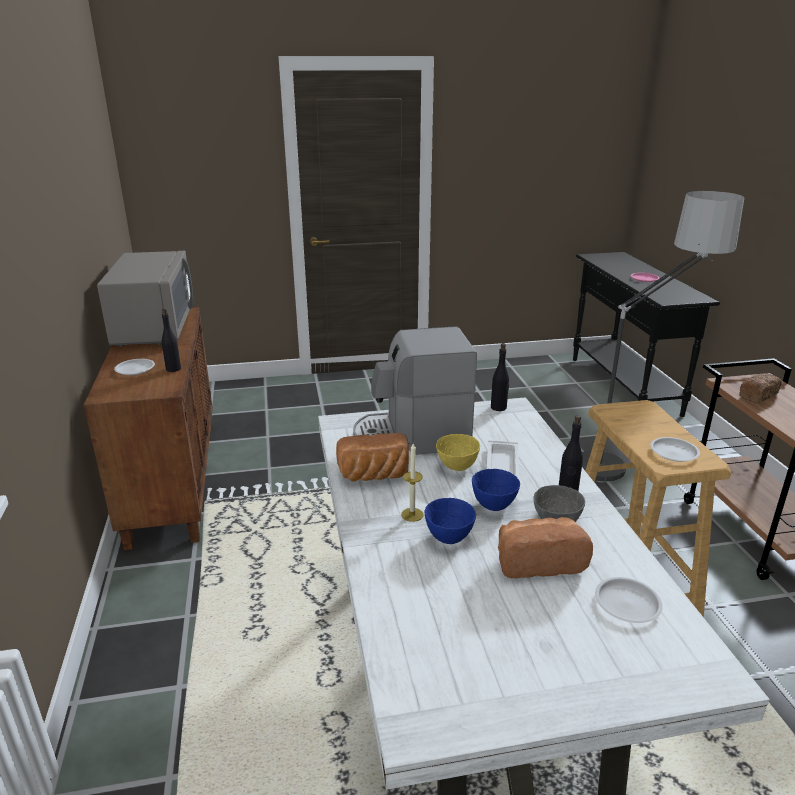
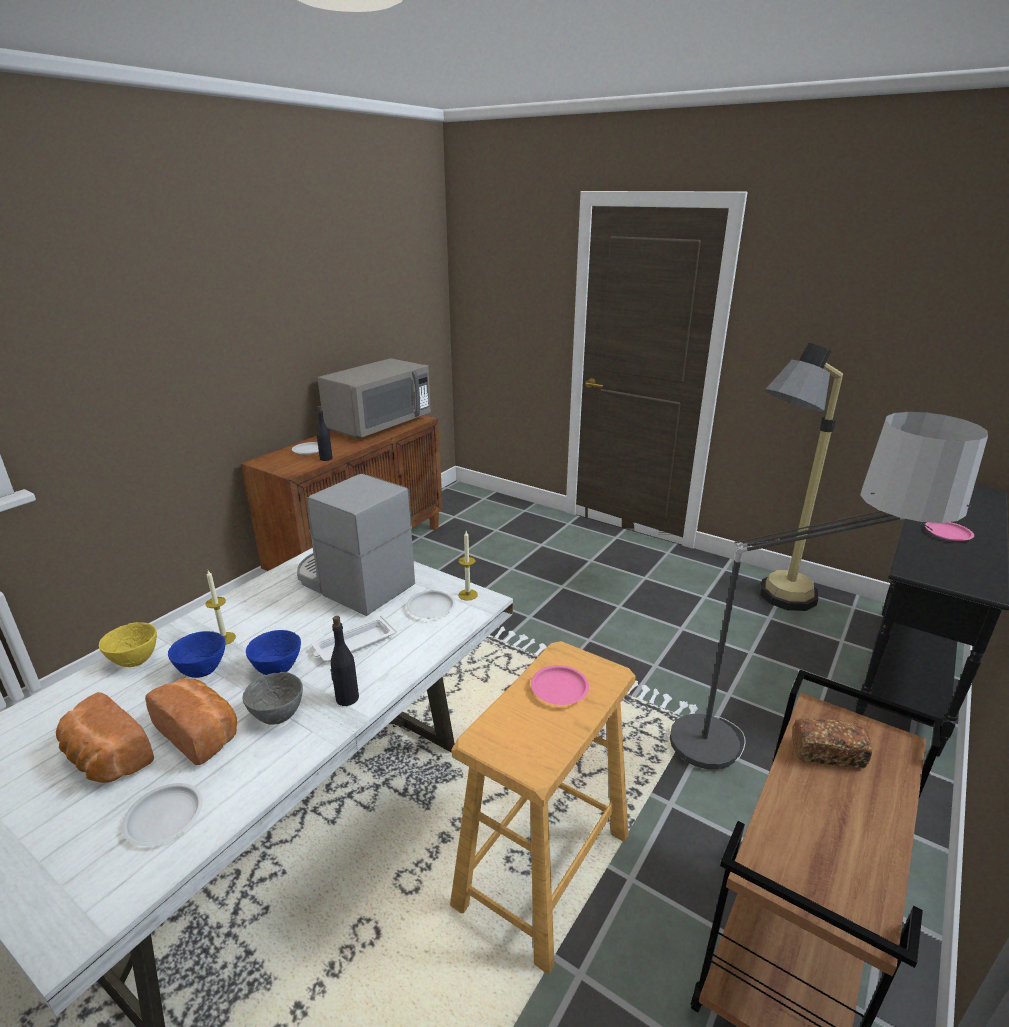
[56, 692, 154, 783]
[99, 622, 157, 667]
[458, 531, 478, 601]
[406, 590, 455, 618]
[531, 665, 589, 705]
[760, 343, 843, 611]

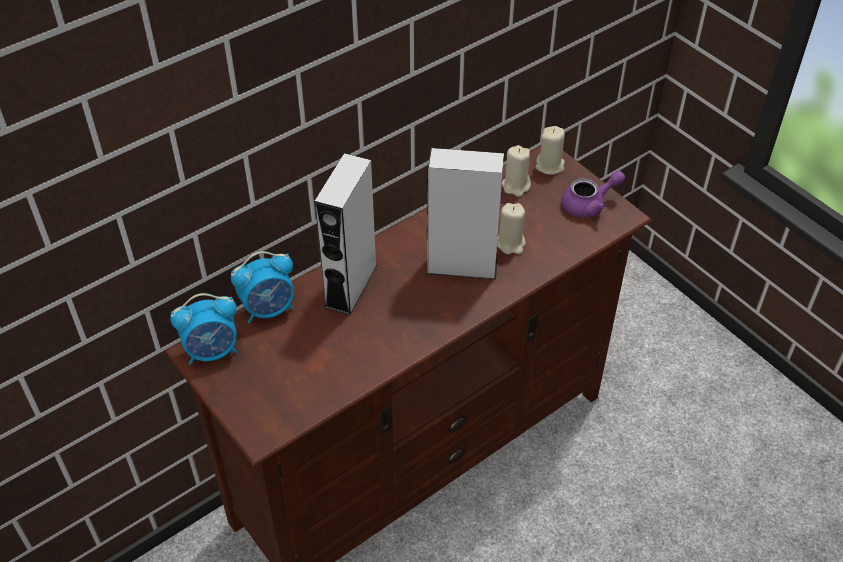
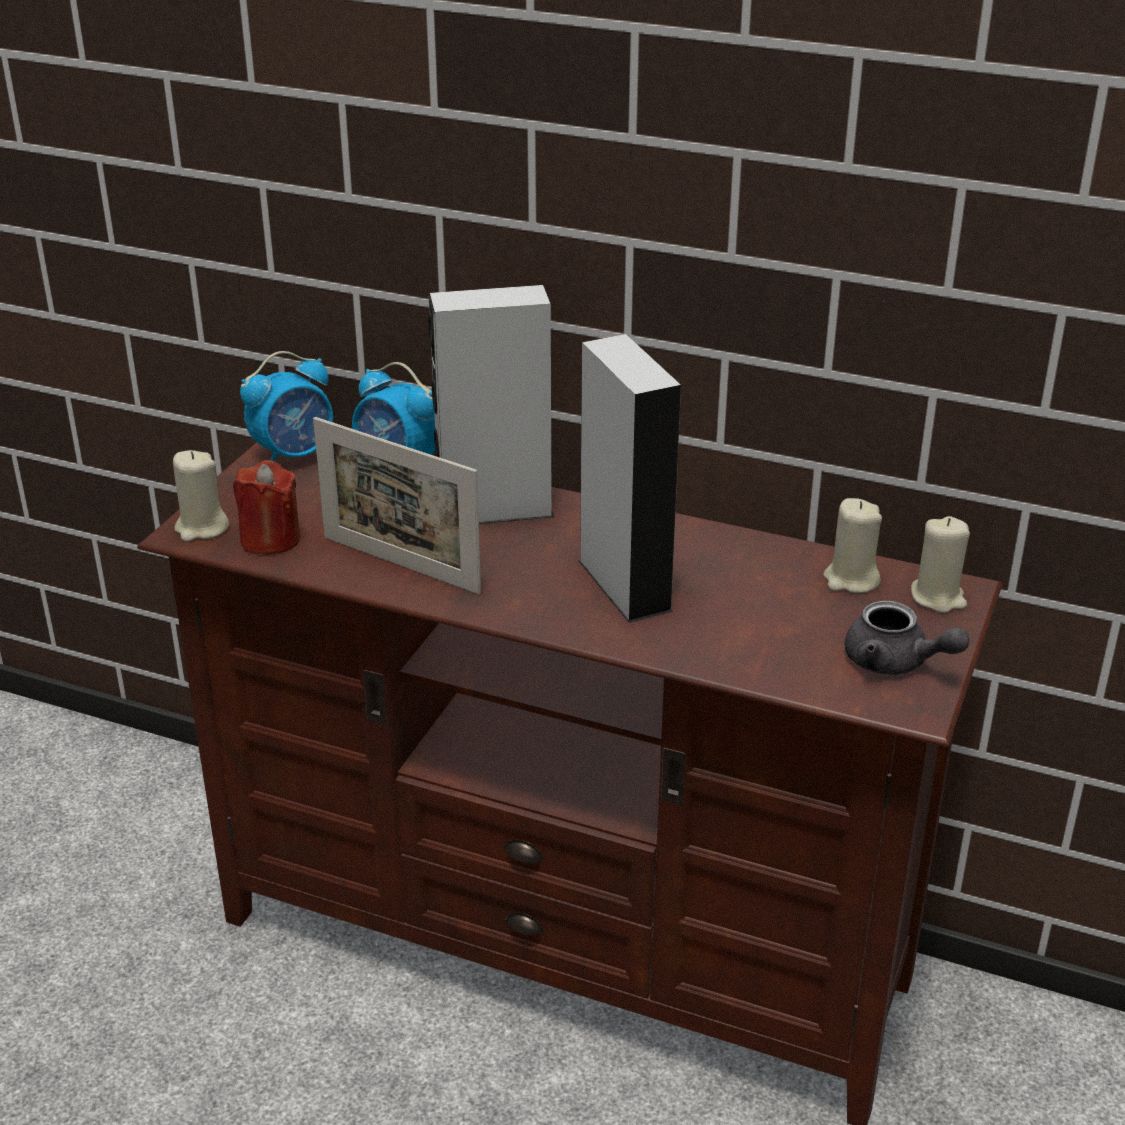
[240, 351, 333, 461]
[173, 450, 229, 542]
[844, 601, 970, 675]
[233, 460, 300, 555]
[313, 417, 481, 594]

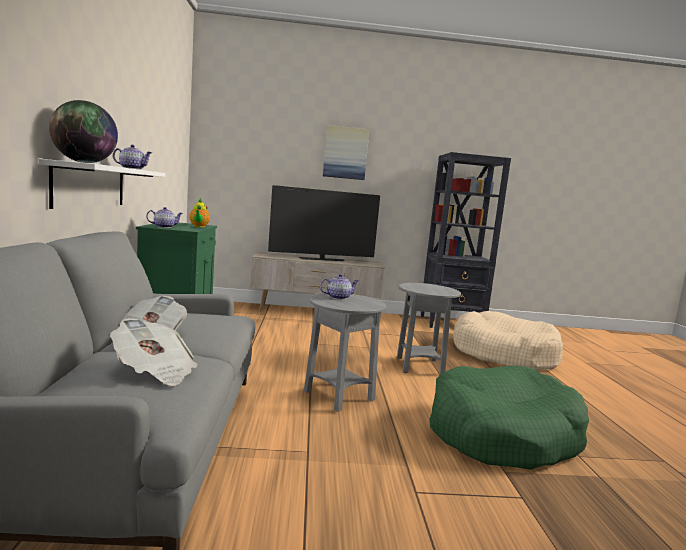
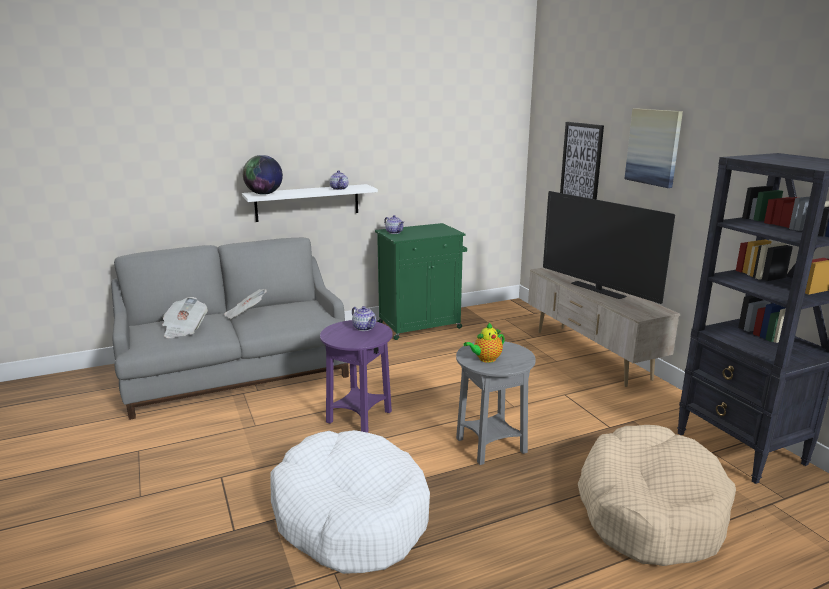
[464, 322, 505, 363]
[320, 320, 393, 433]
[270, 430, 430, 574]
[560, 122, 604, 200]

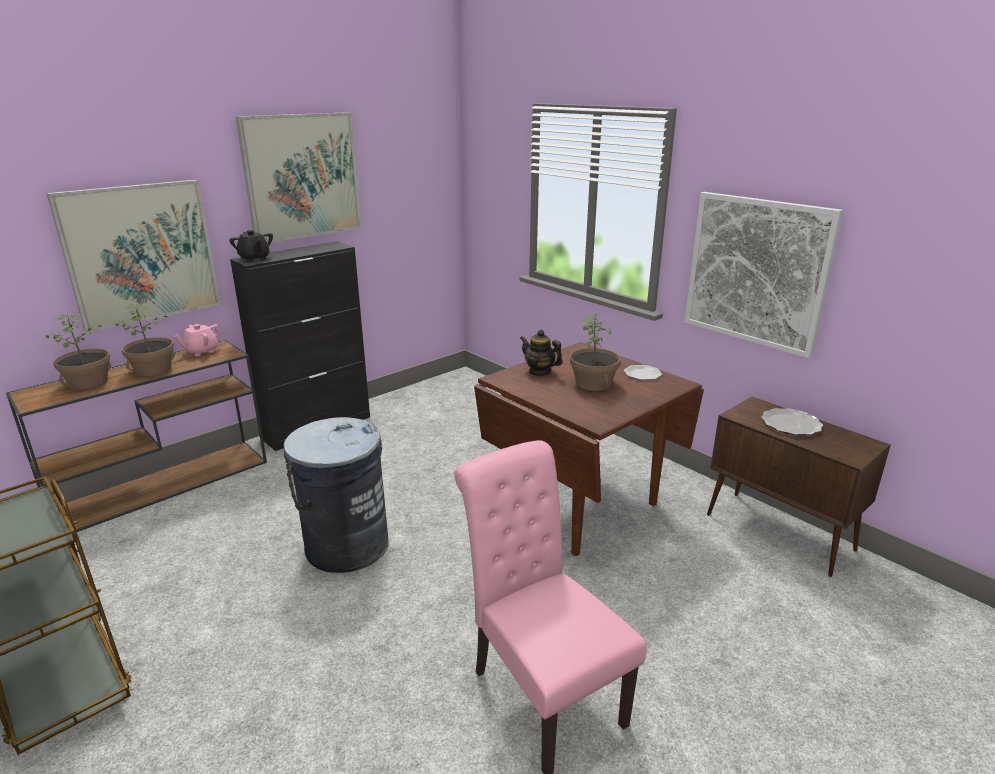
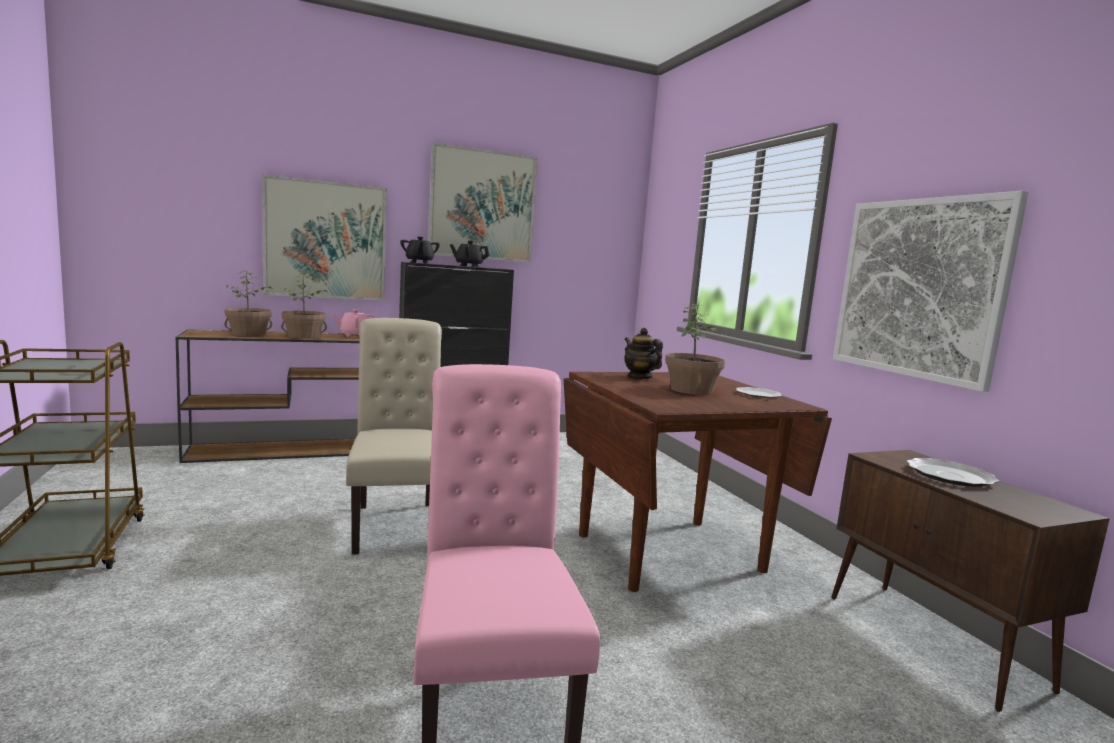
[346, 318, 442, 555]
[450, 241, 490, 267]

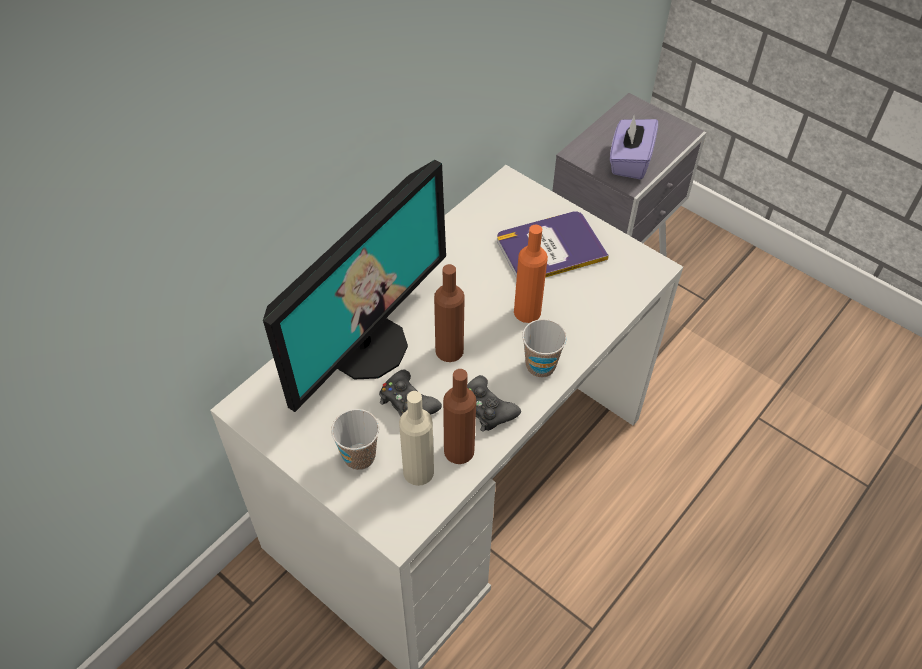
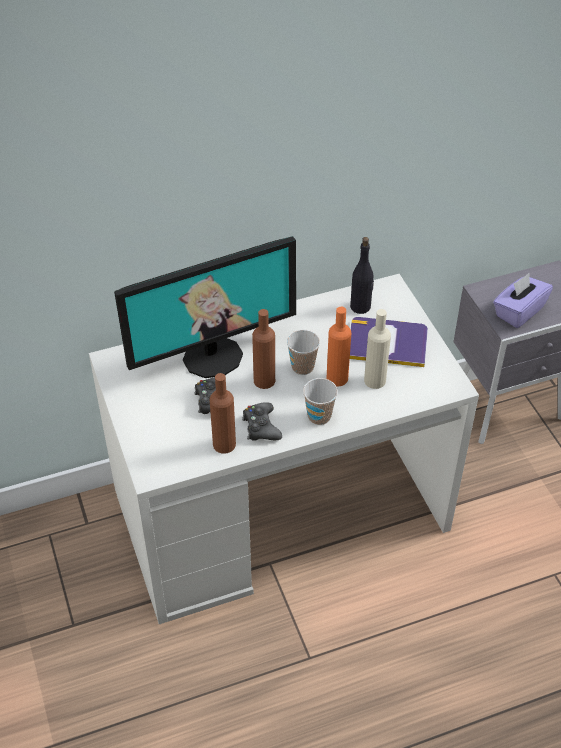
[287, 330, 320, 375]
[364, 309, 391, 389]
[350, 237, 374, 314]

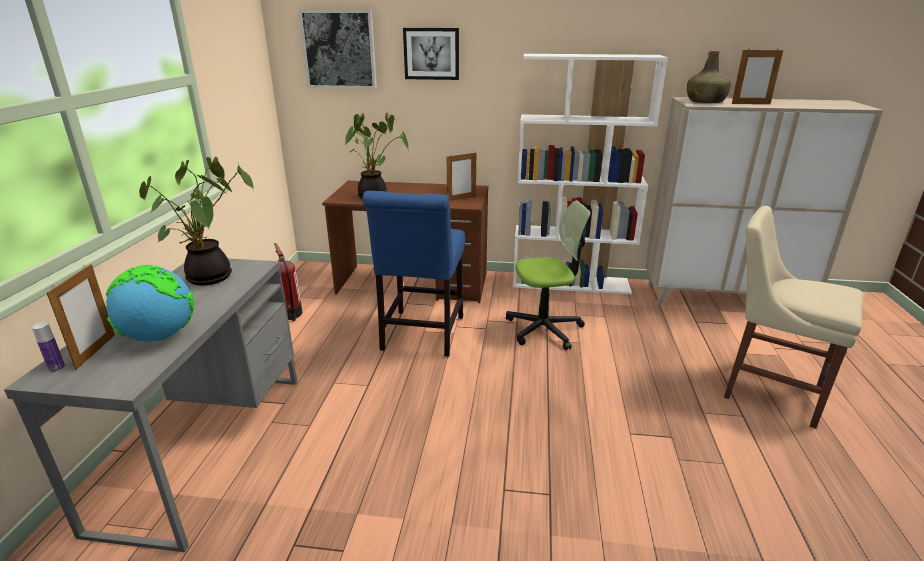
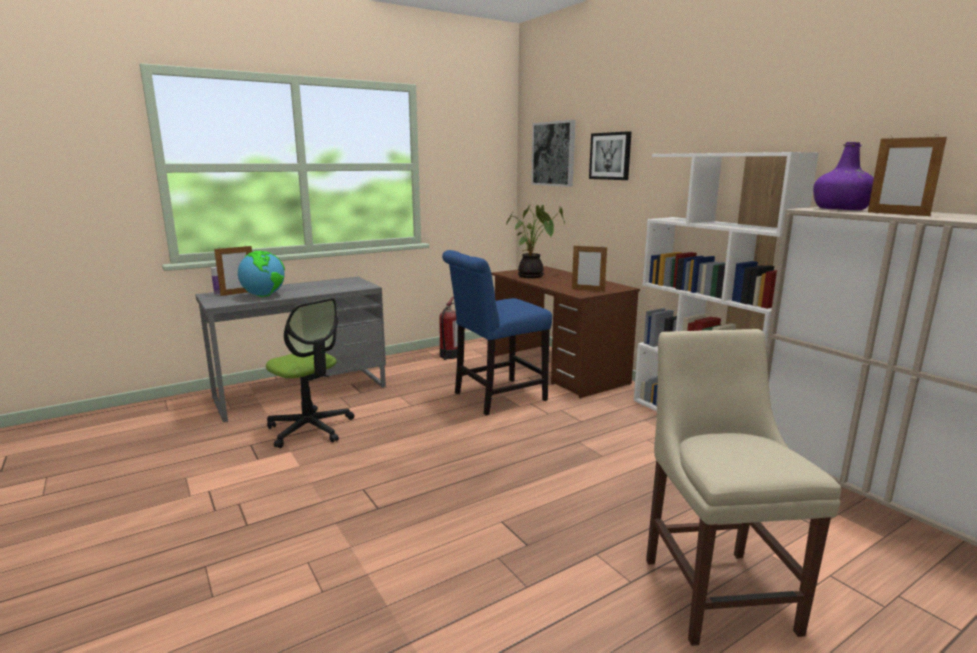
[139, 157, 254, 286] (first image)
[266, 298, 354, 448]
[813, 142, 874, 210]

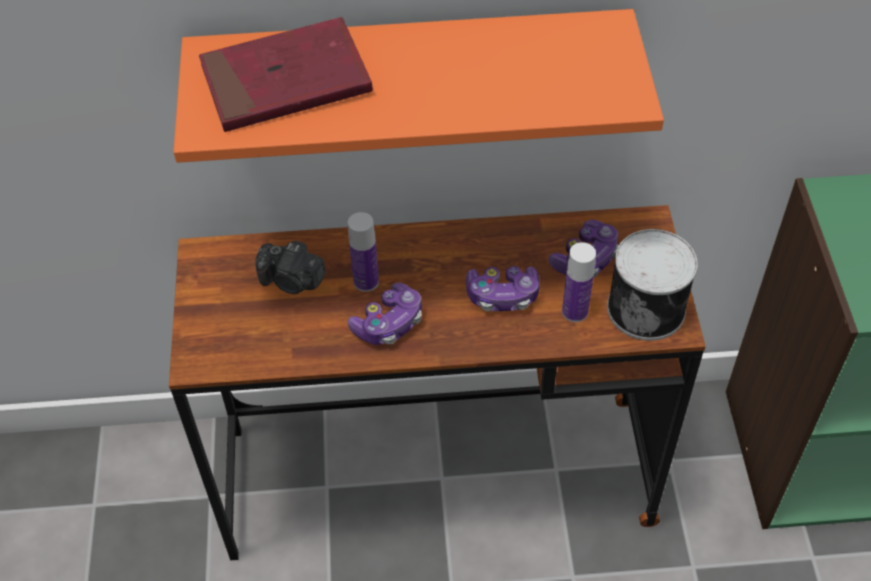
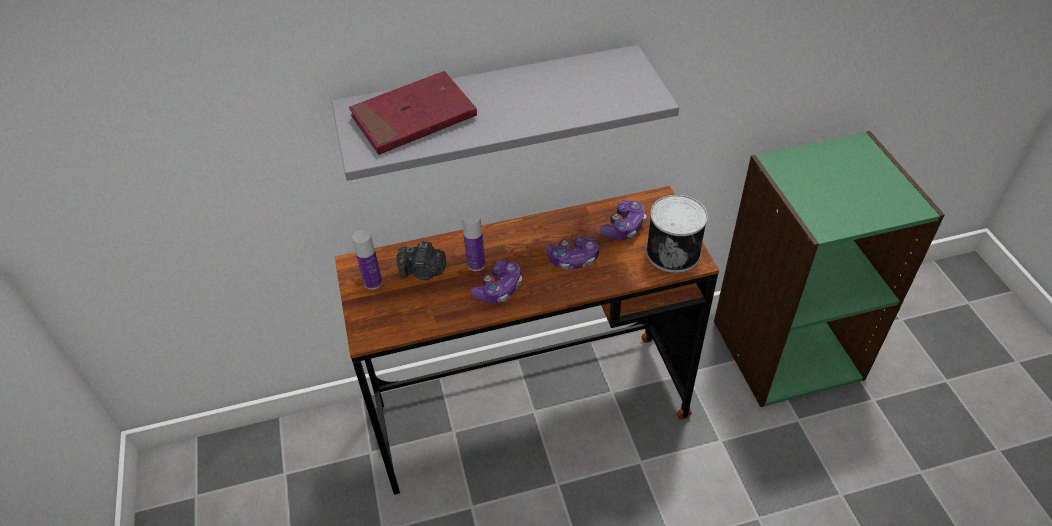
[331, 45, 679, 181]
[352, 230, 382, 290]

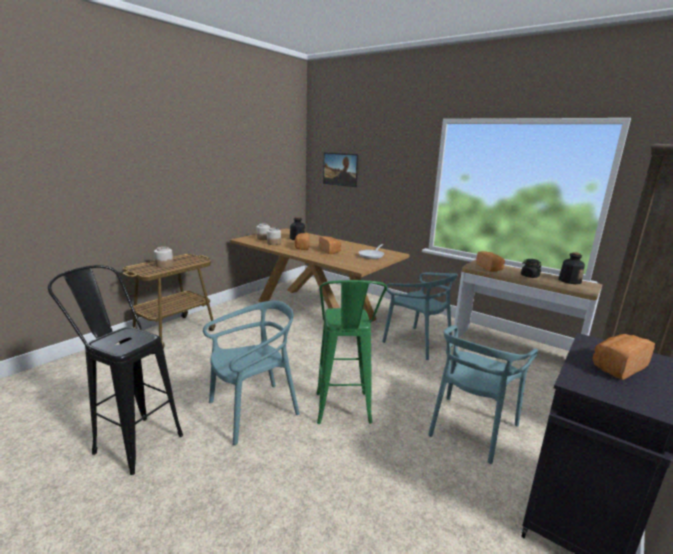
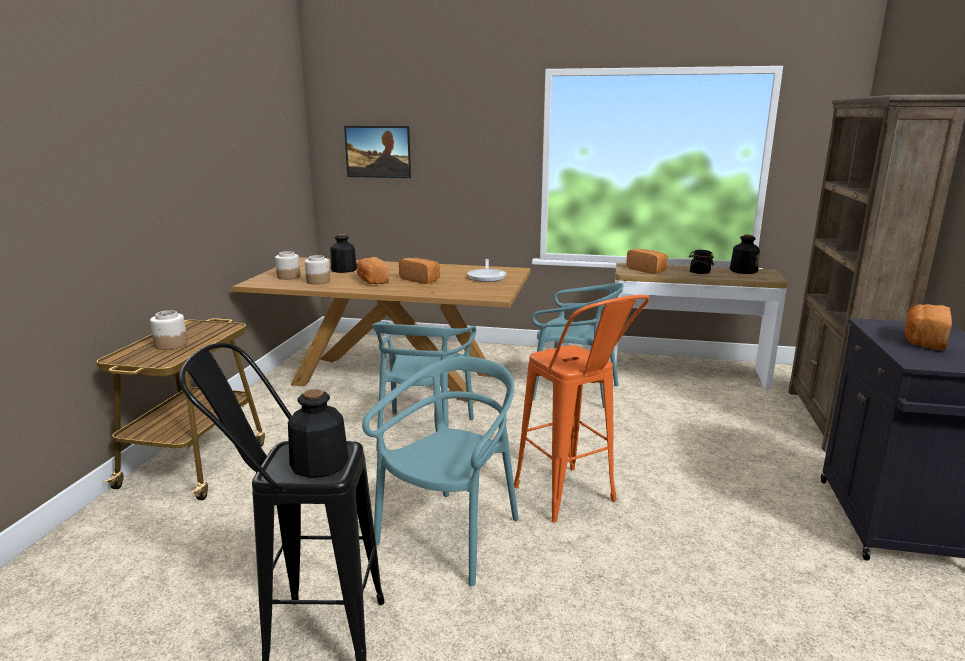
[514, 295, 649, 523]
[372, 321, 476, 451]
[288, 389, 349, 478]

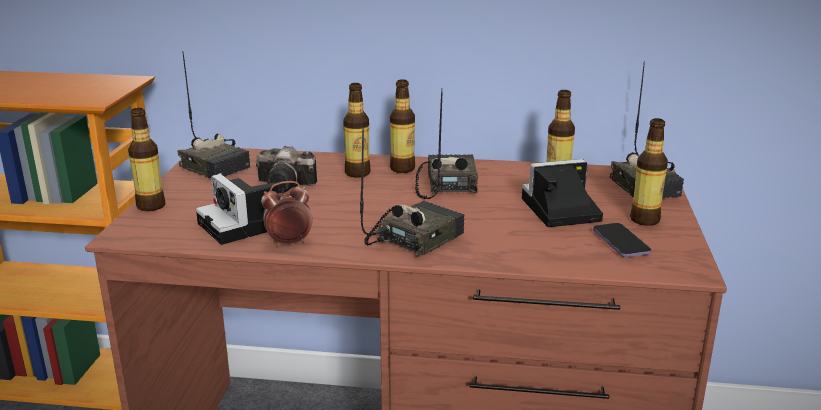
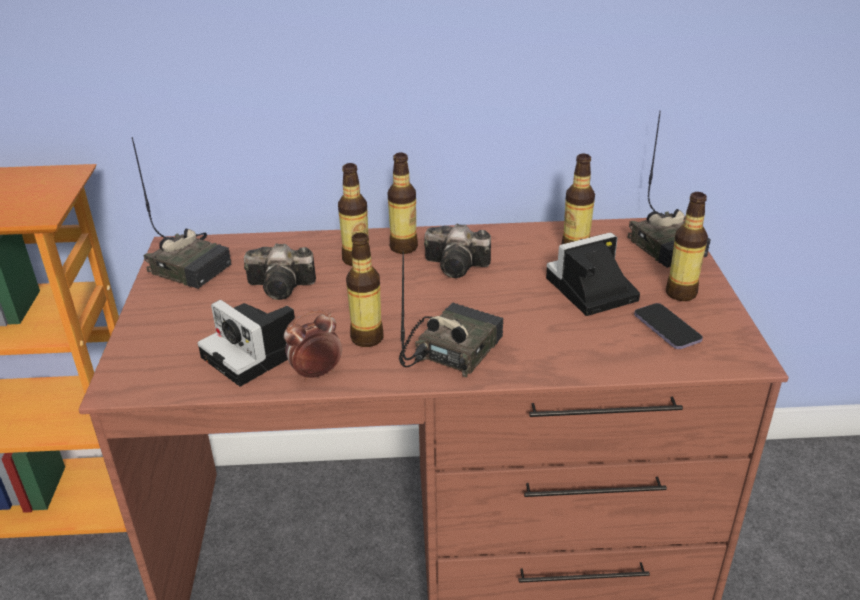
[346, 232, 384, 347]
[424, 223, 491, 278]

